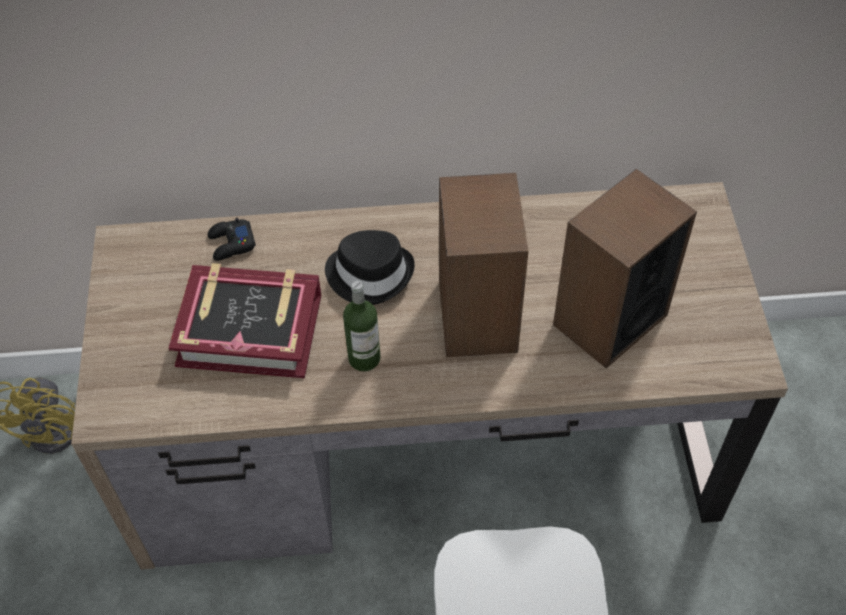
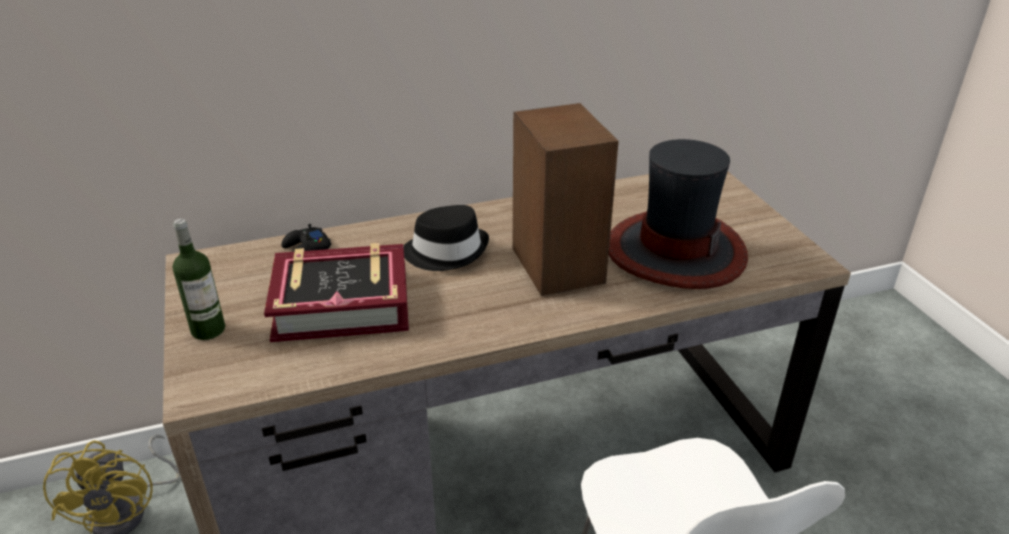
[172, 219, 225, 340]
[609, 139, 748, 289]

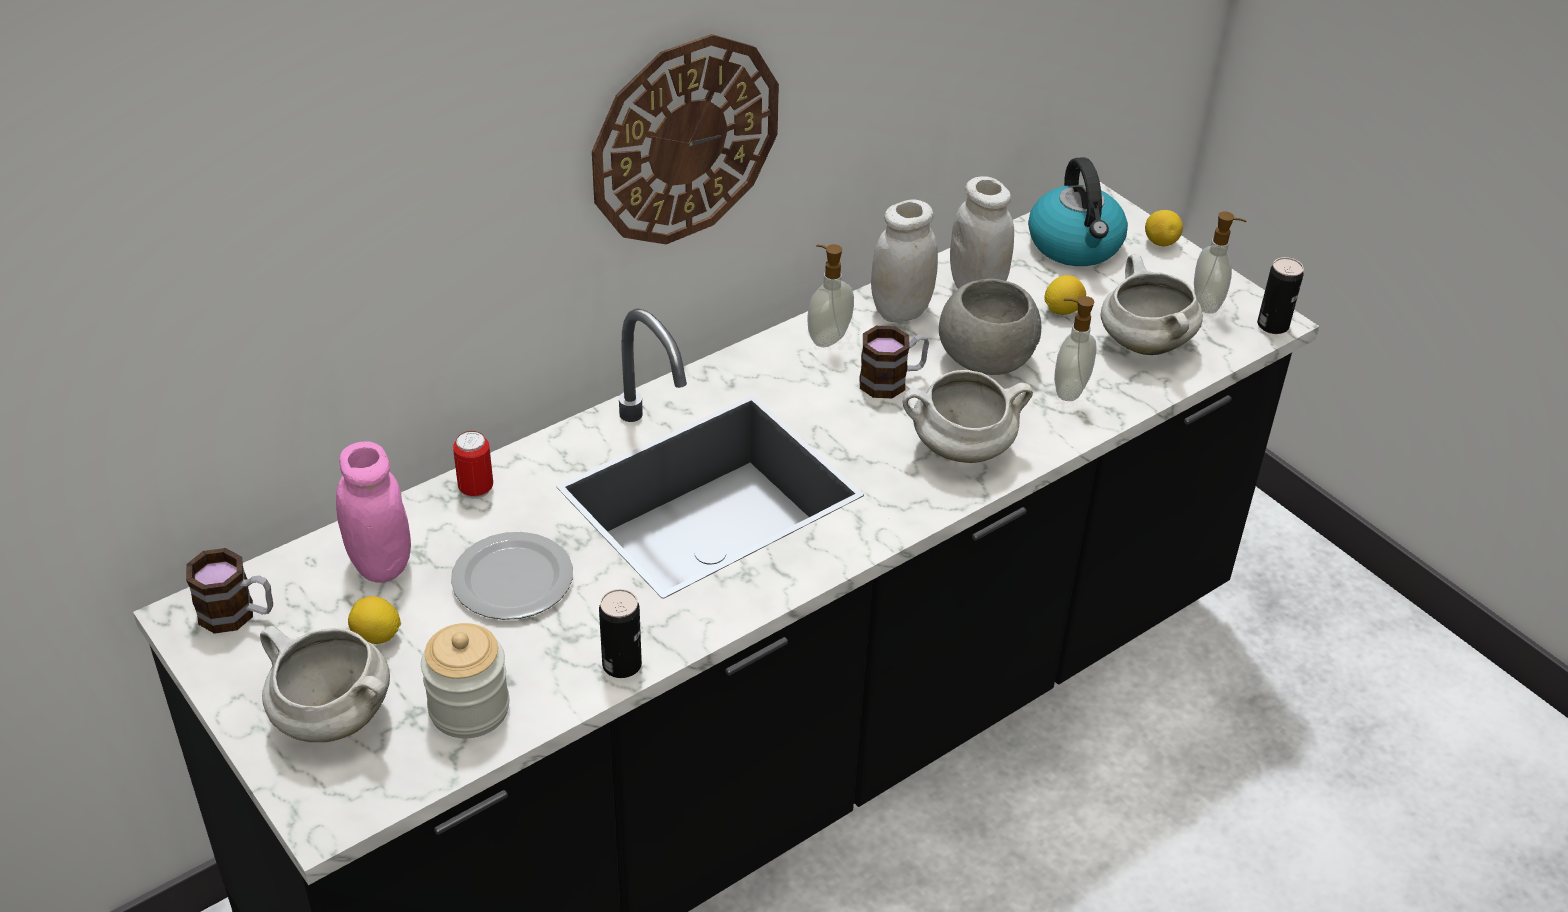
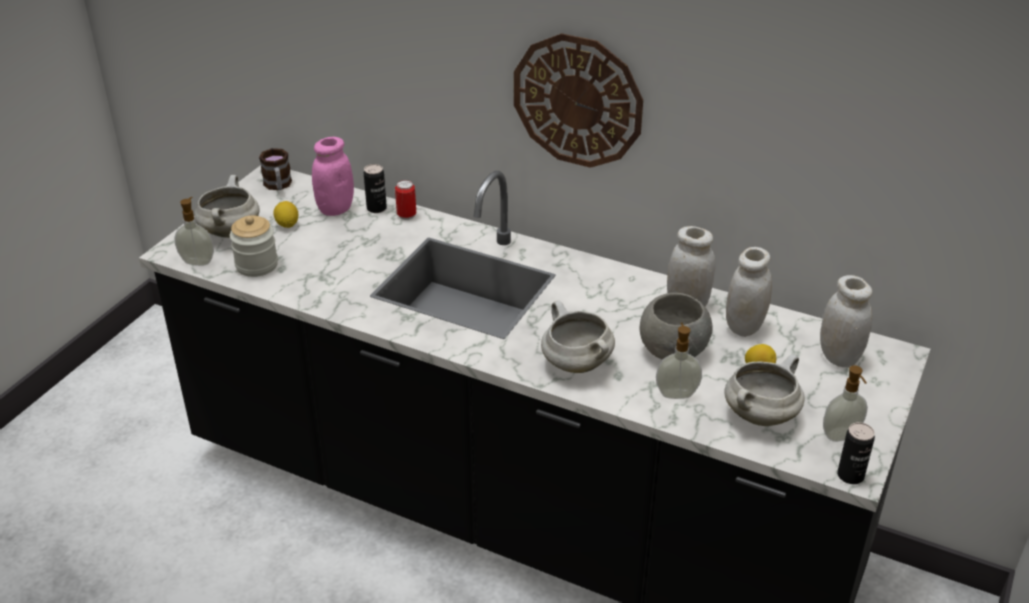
[451, 532, 573, 620] (first image)
[364, 164, 387, 213]
[174, 197, 214, 266]
[860, 326, 929, 398] (first image)
[820, 275, 873, 367]
[1145, 210, 1183, 246] (first image)

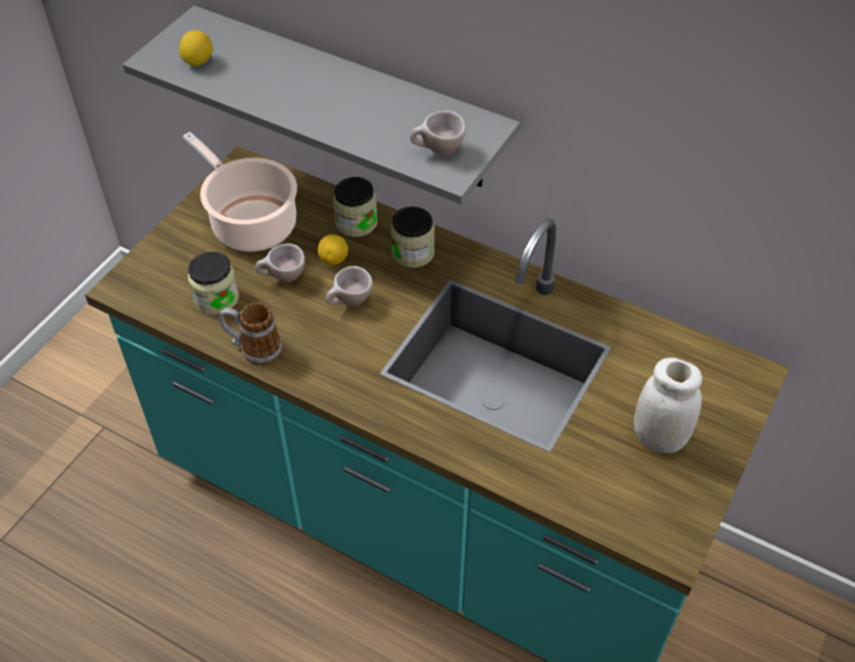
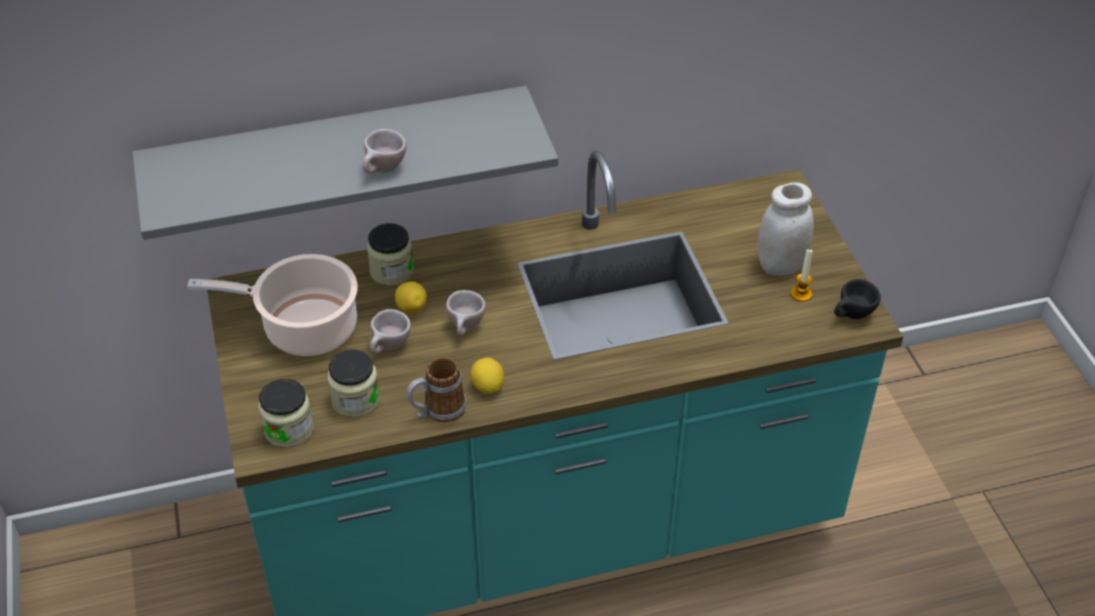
[470, 357, 504, 394]
[258, 379, 314, 447]
[363, 129, 407, 173]
[791, 249, 812, 302]
[834, 279, 881, 319]

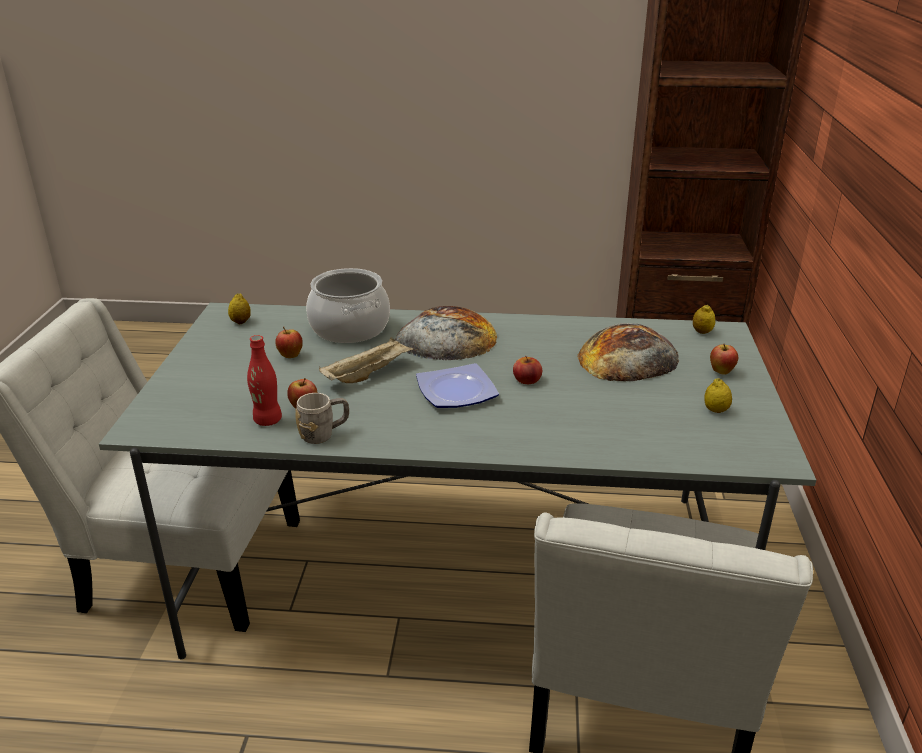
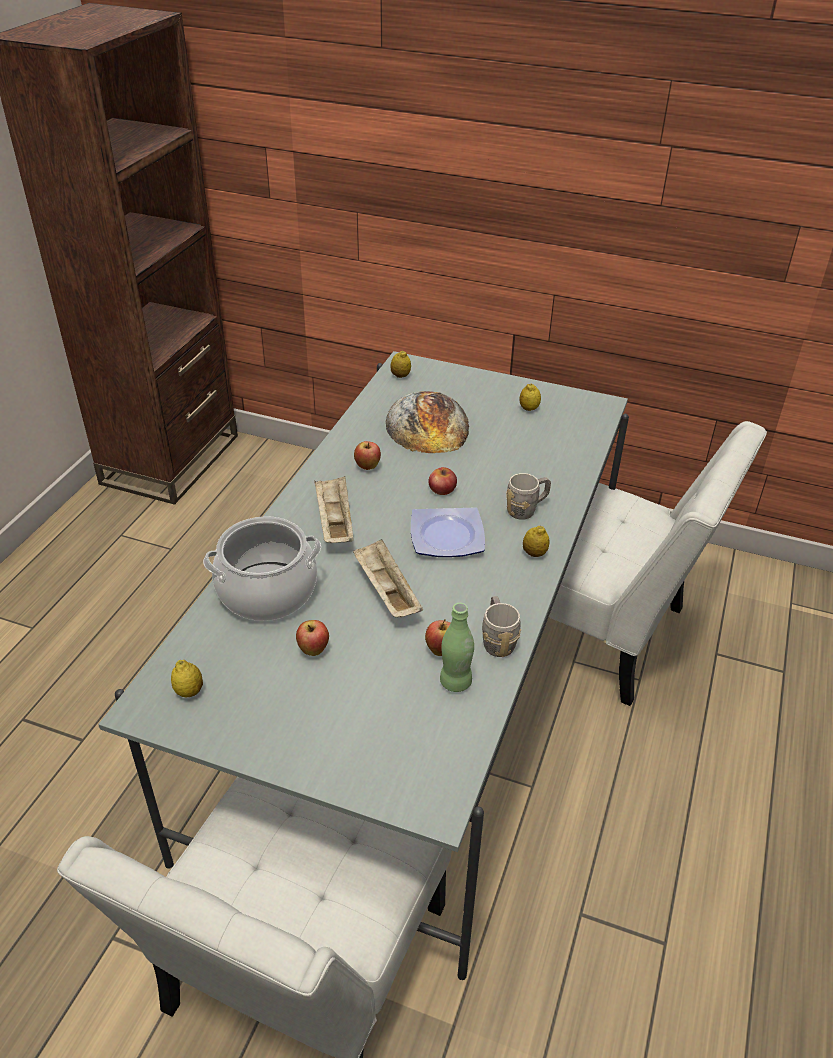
[440, 603, 474, 692]
[314, 476, 353, 543]
[354, 441, 381, 470]
[506, 473, 551, 520]
[523, 526, 549, 557]

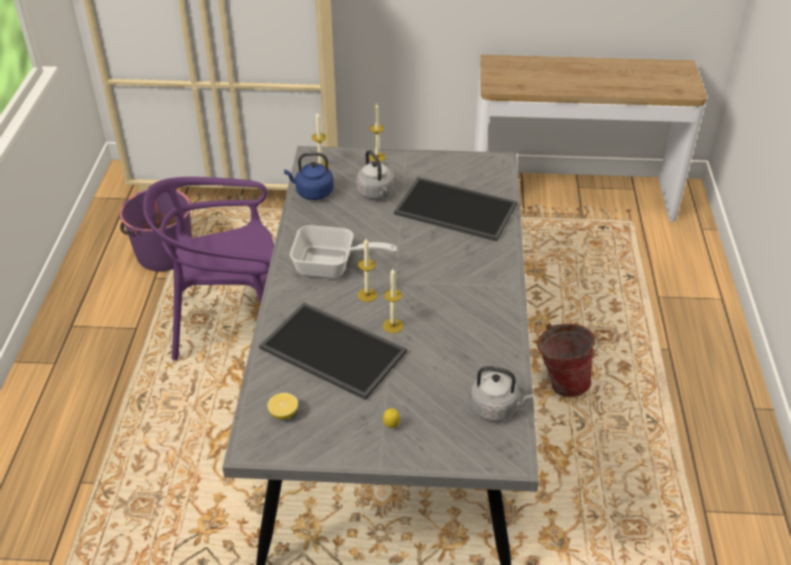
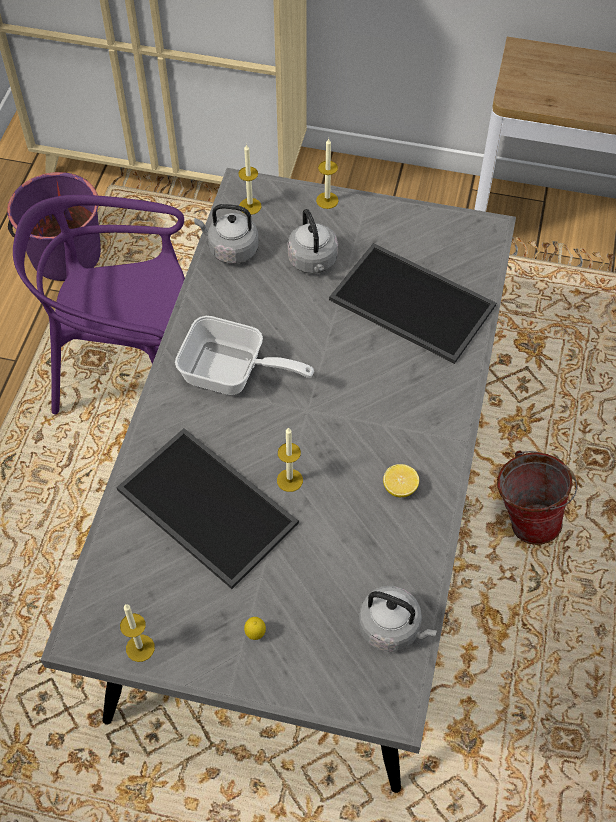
[383, 464, 419, 497]
[194, 204, 259, 264]
[120, 604, 155, 662]

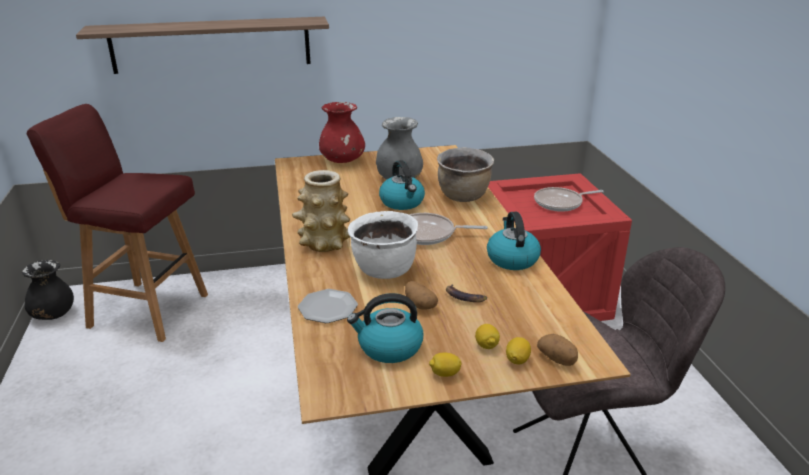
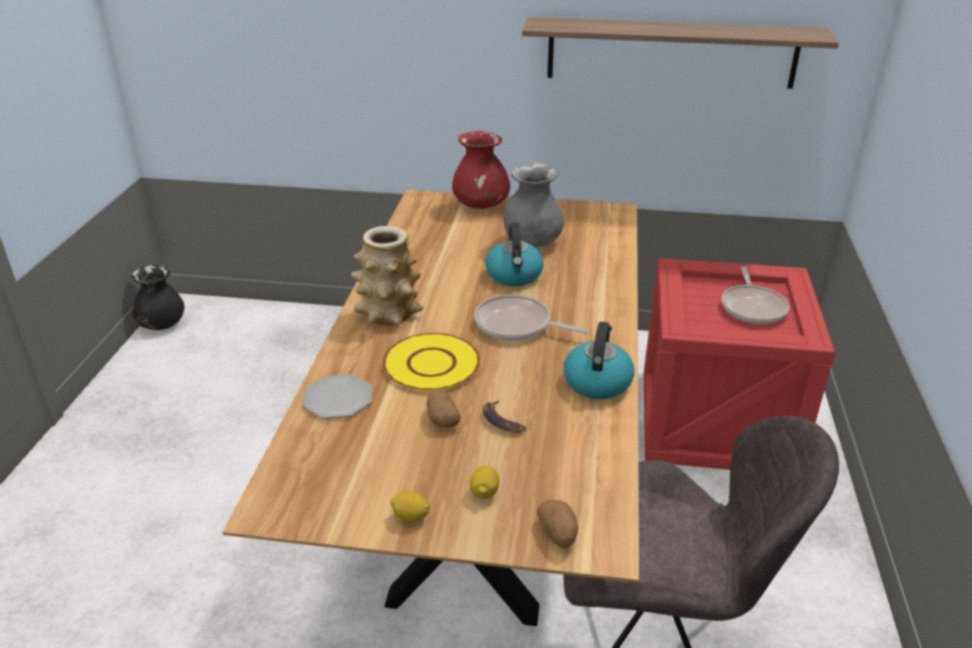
[27, 104, 208, 342] (first image)
[522, 17, 839, 89]
[347, 293, 423, 363] (first image)
[383, 333, 480, 391]
[437, 147, 494, 202] (first image)
[506, 337, 531, 365] (first image)
[721, 266, 789, 324]

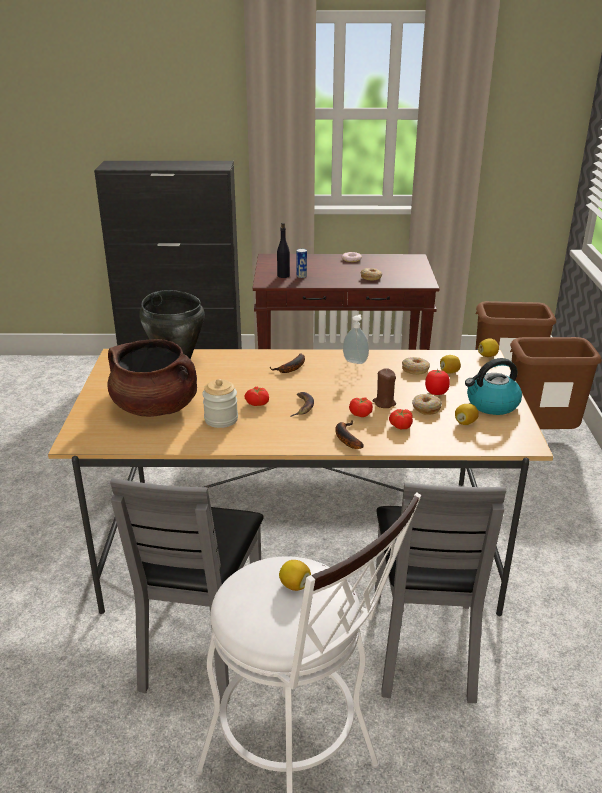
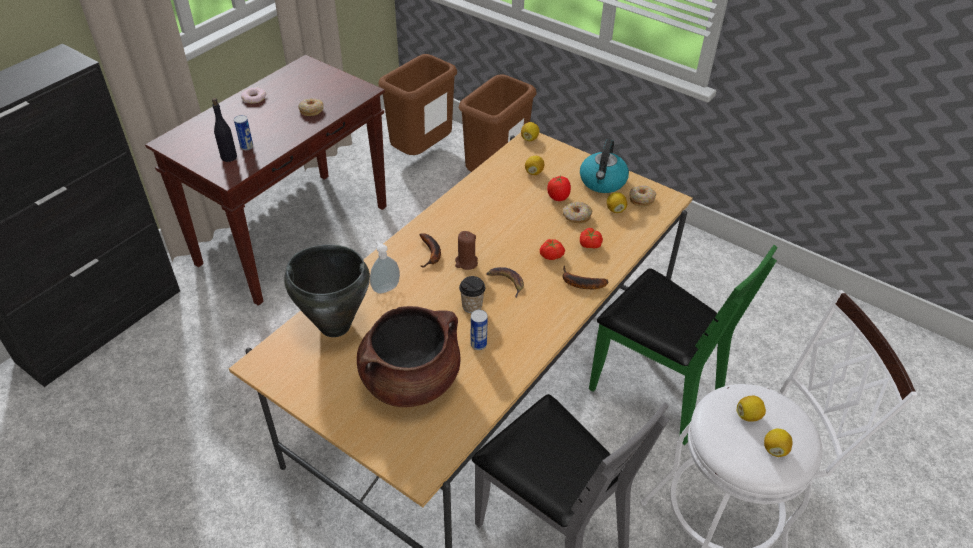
[471, 310, 488, 350]
[459, 276, 485, 313]
[370, 241, 400, 294]
[455, 231, 478, 270]
[589, 245, 778, 445]
[629, 185, 656, 207]
[764, 429, 792, 457]

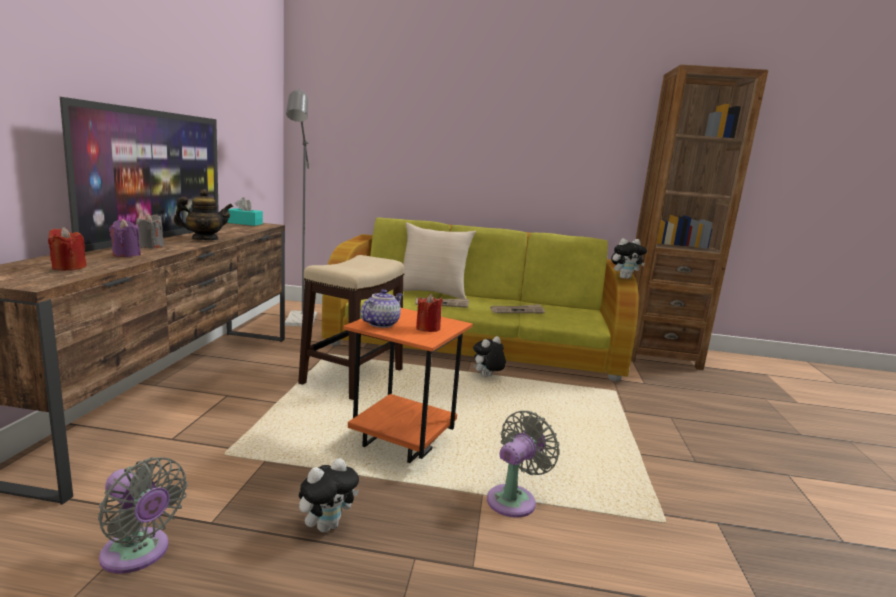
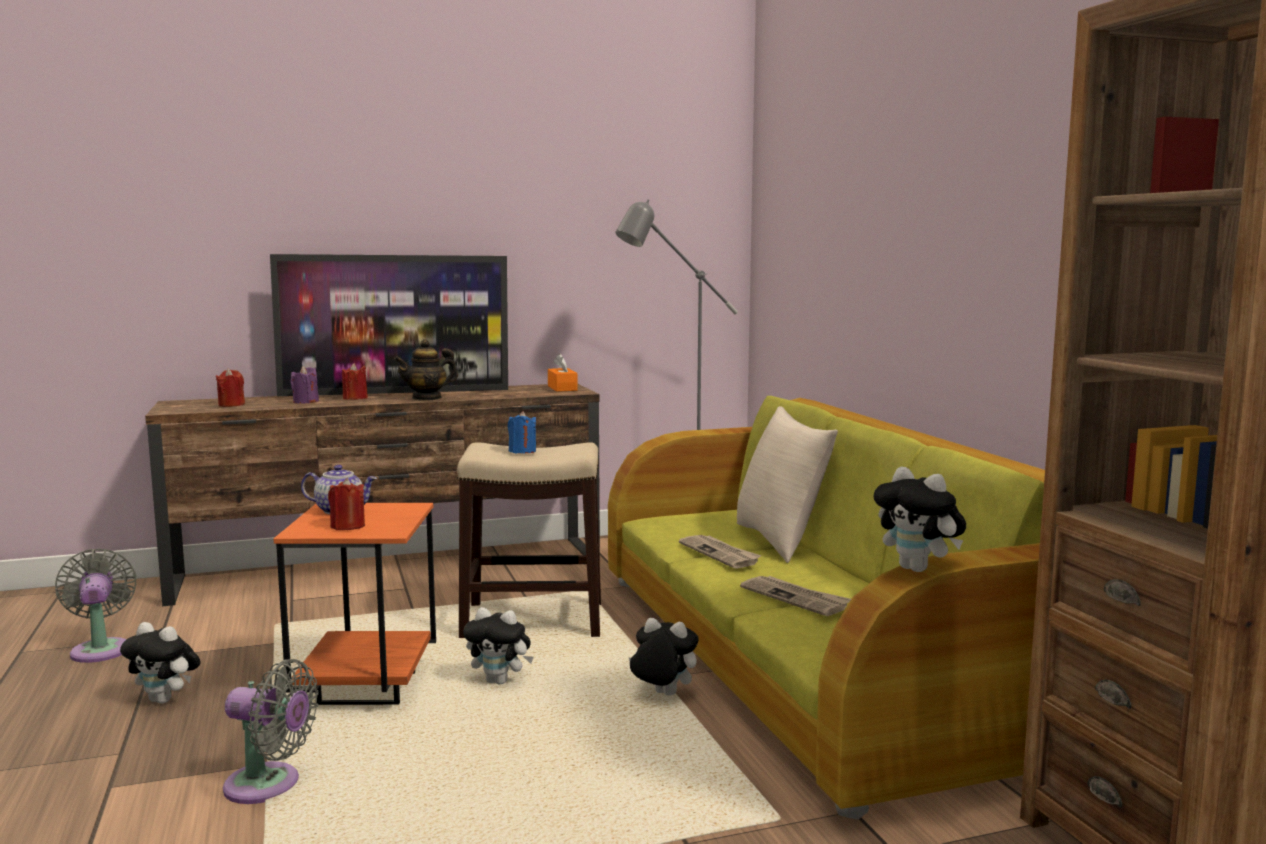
[55, 549, 136, 663]
[342, 363, 368, 400]
[394, 339, 458, 401]
[548, 354, 578, 392]
[463, 607, 534, 684]
[508, 411, 536, 454]

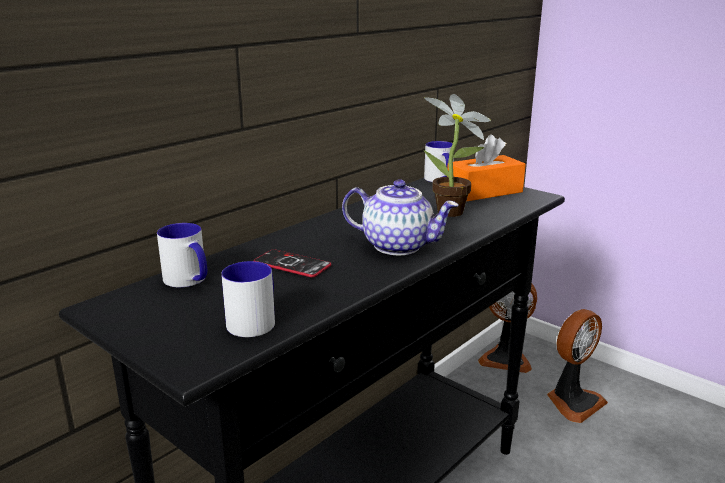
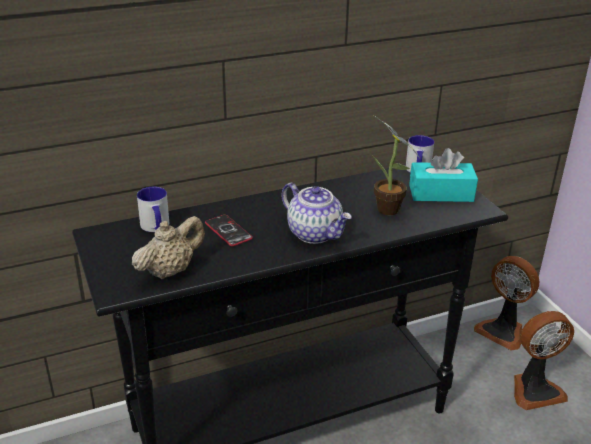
[132, 216, 205, 280]
[409, 148, 478, 202]

